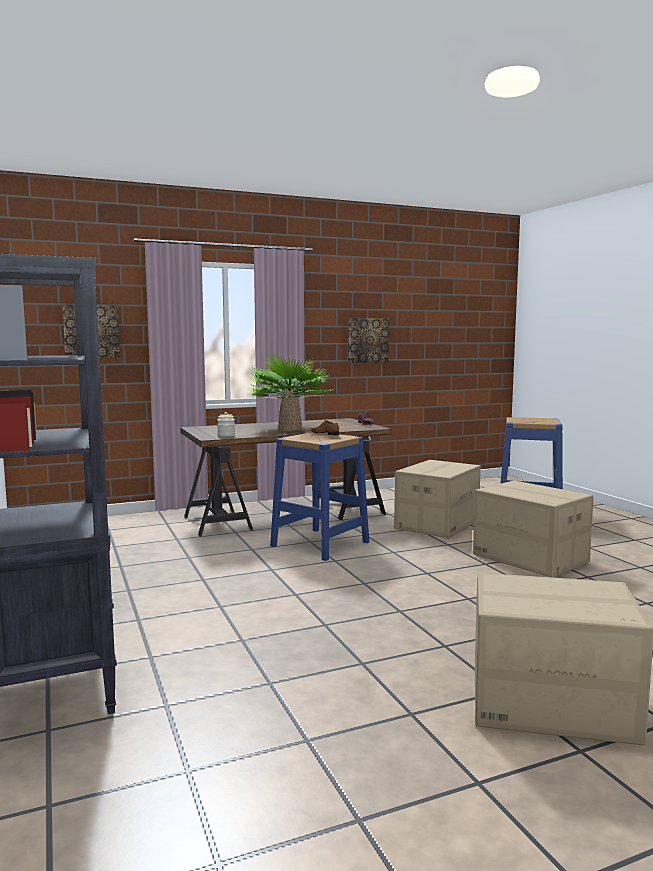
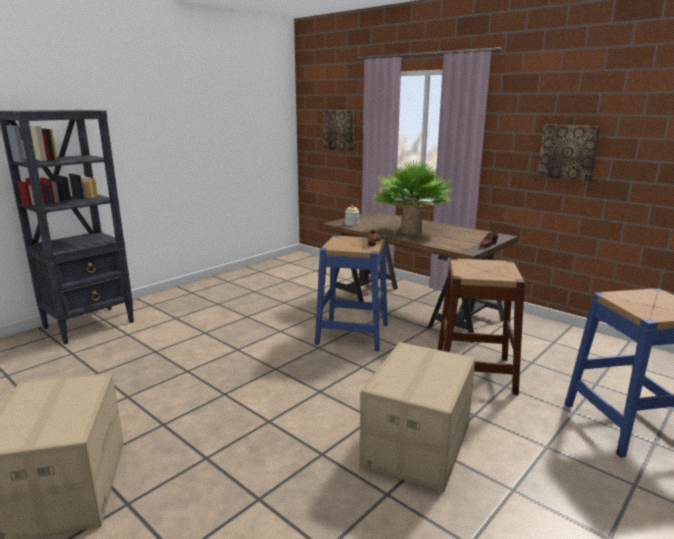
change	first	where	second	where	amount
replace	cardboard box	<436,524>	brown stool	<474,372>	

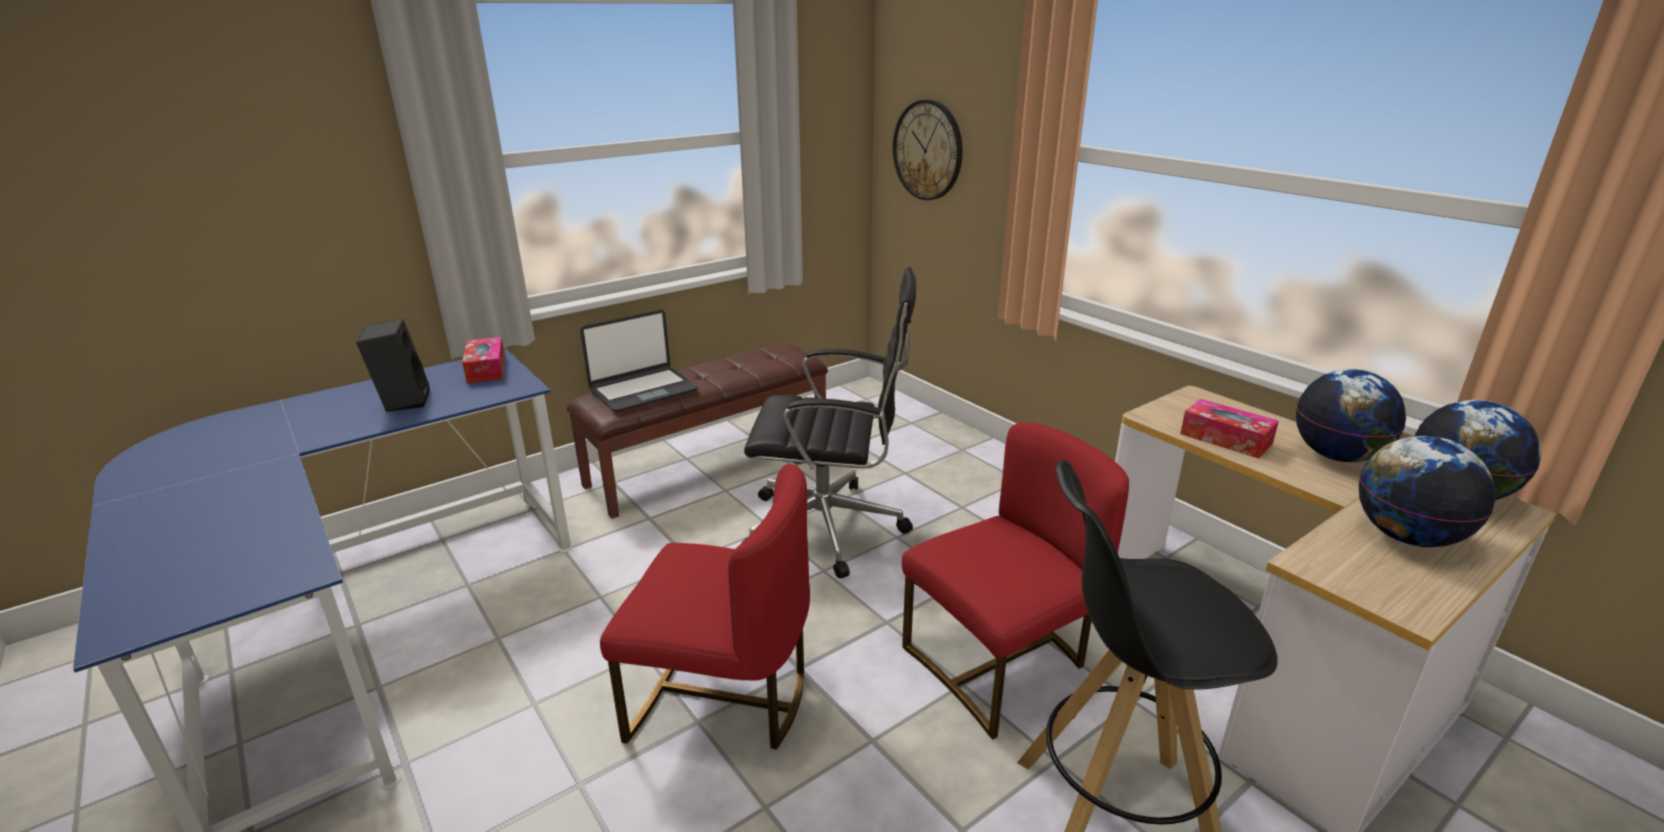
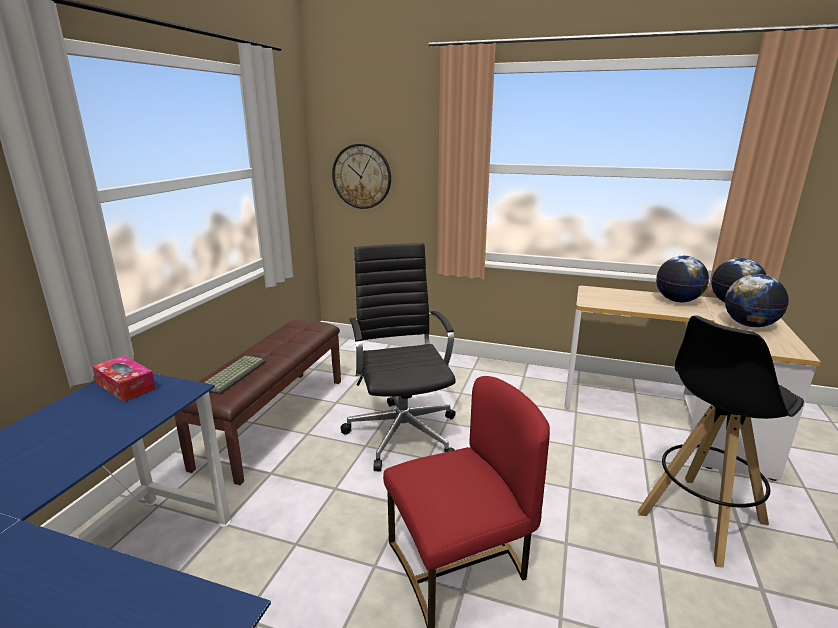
change	first	where	second	where	amount
rotate	black office chair	<830,528>		<402,432>	75 degrees counterclockwise
replace	laptop	<643,390>	keyboard	<233,375>	
delete	black speaker	<402,401>			
delete	tissue box	<1225,439>			
delete	red chair	<1000,664>			

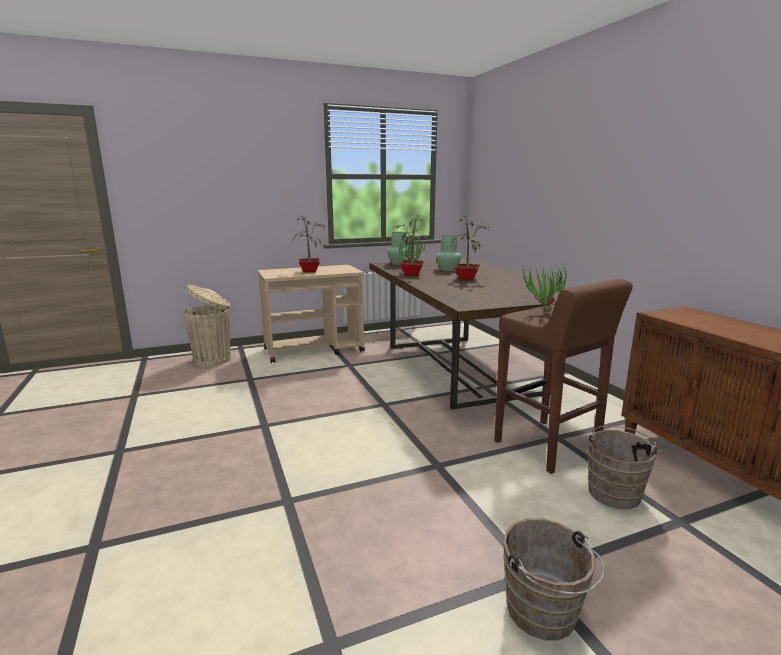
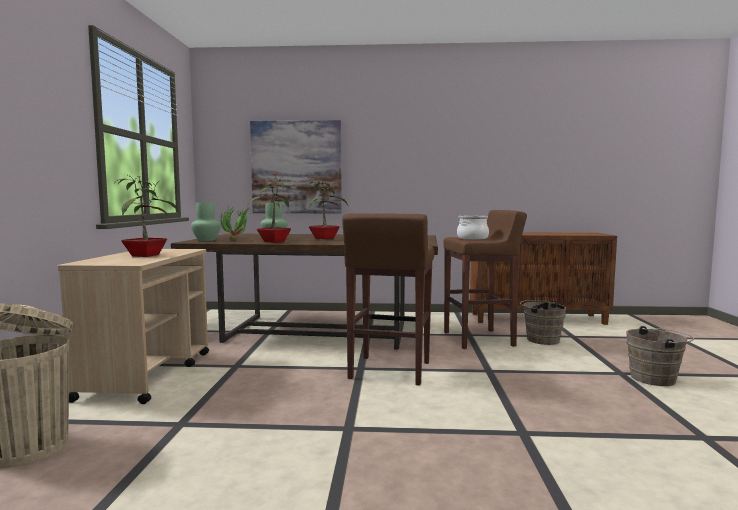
change	first	where	second	where	amount
replace	potted plant	<544,313>	cooking pot	<472,238>	
insert			picture	<296,167>	
insert			brown stool	<389,371>	

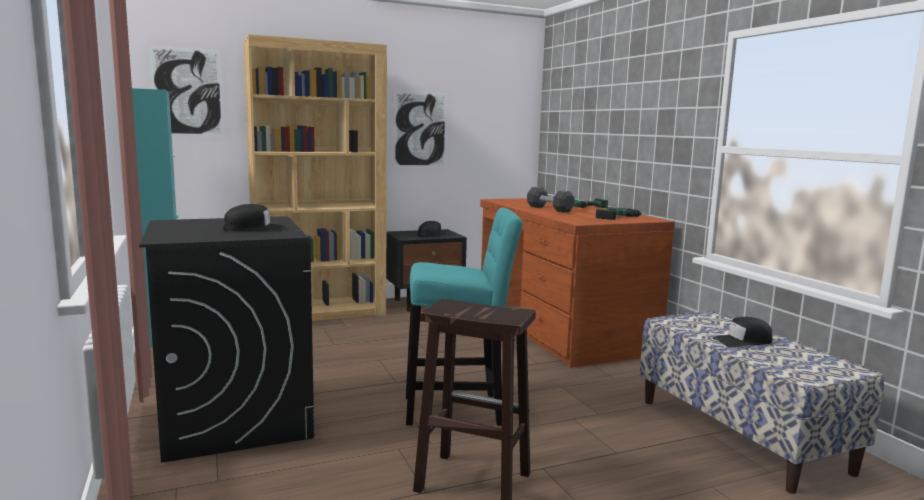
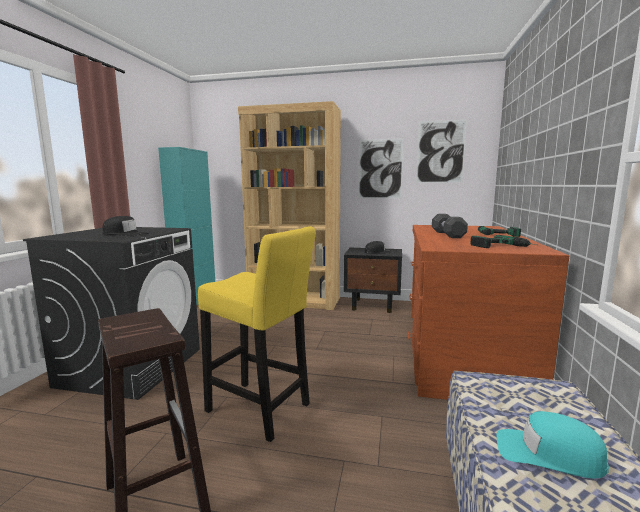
change	first	where	second	where	amount
move	picture	<187,92>		<440,152>	
recolor	turquoise stool	<459,410>	yellow stool	<261,410>	
recolor	black cap	<743,341>	turquoise cap	<548,454>	

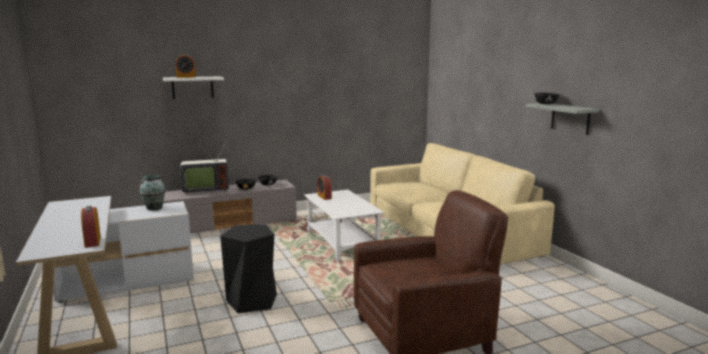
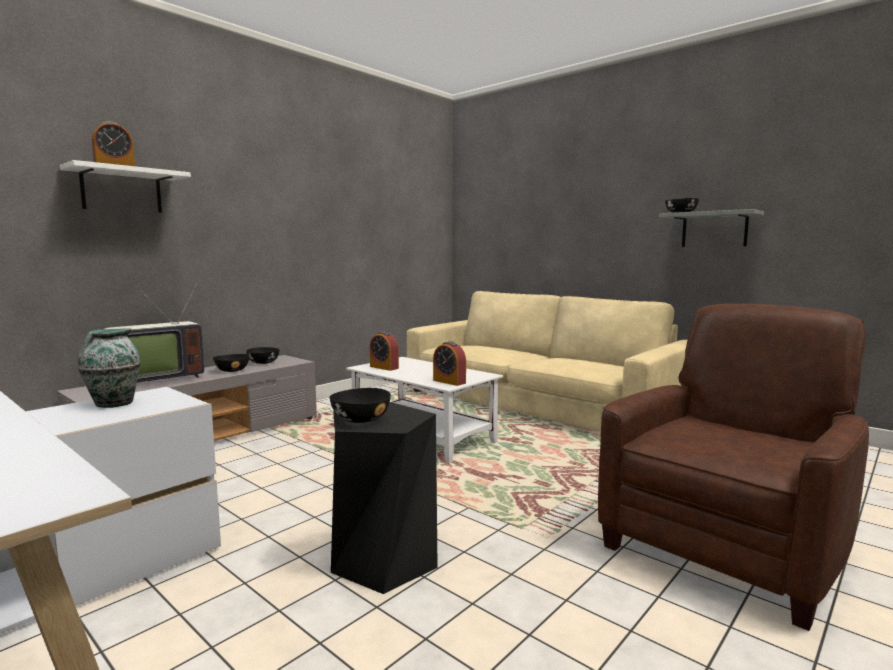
change	first	where	second	where	amount
move	alarm clock	<92,241>		<449,381>	
insert			black bowl	<361,419>	

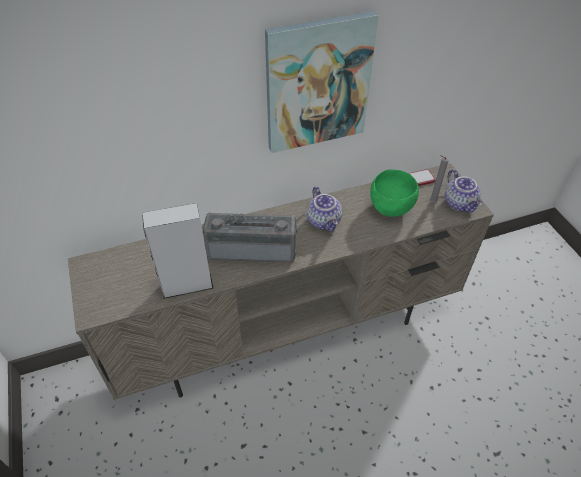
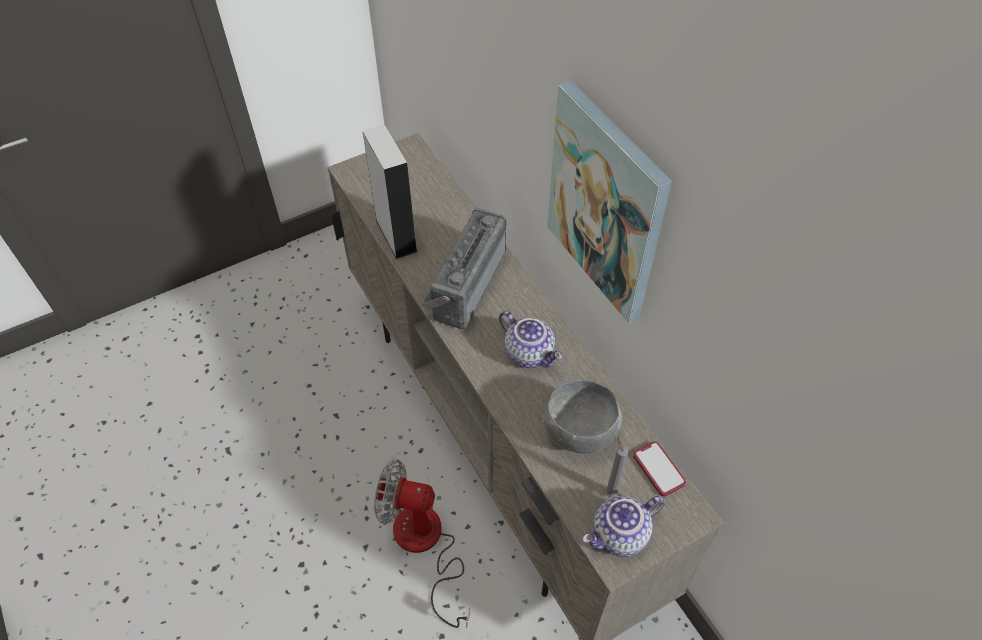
change	first	where	second	where	amount
recolor	green bowl	<391,208>	grey bowl	<580,434>	
rotate	teapot	<324,221>		<530,353>	105 degrees counterclockwise
rotate	radio	<252,248>		<464,283>	150 degrees counterclockwise
insert			fan	<425,546>	

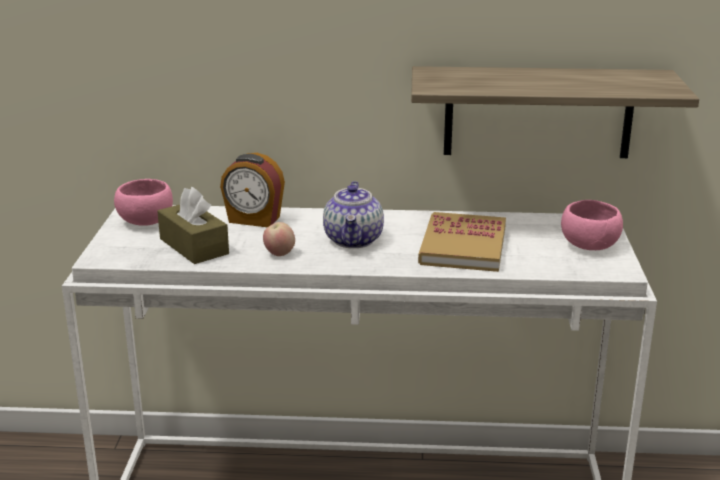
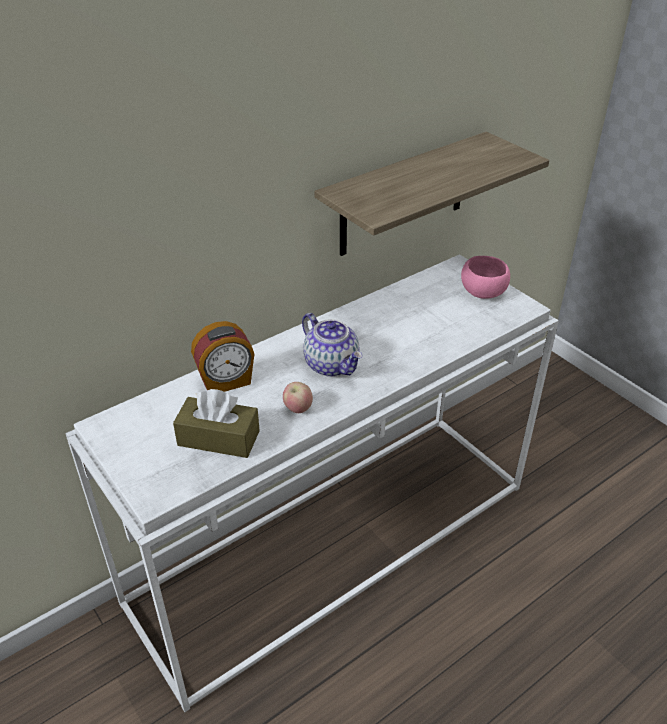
change	first	where	second	where	amount
delete	pink bowl	<146,222>			
delete	book	<463,246>			

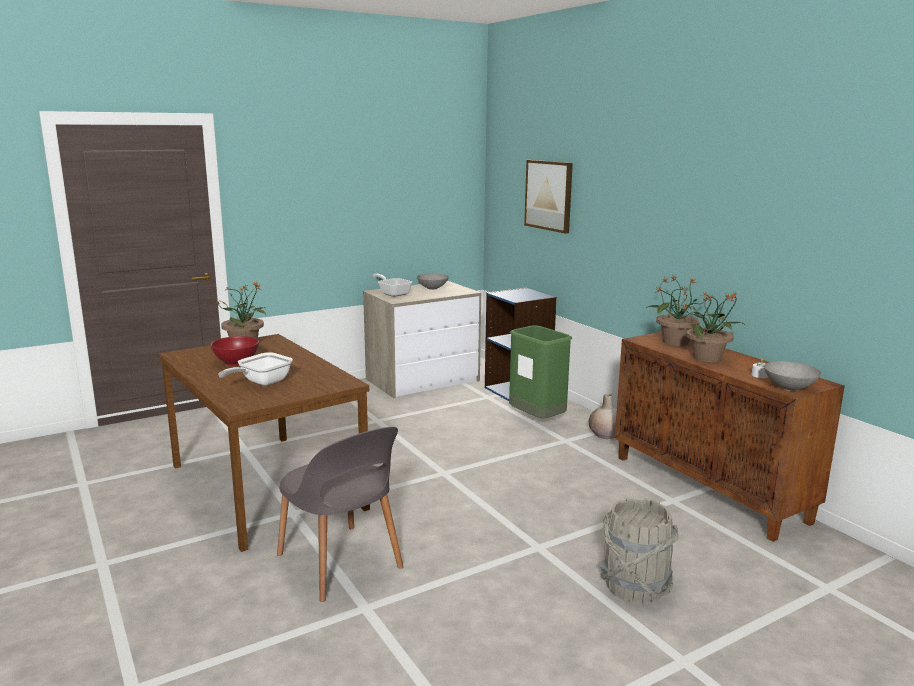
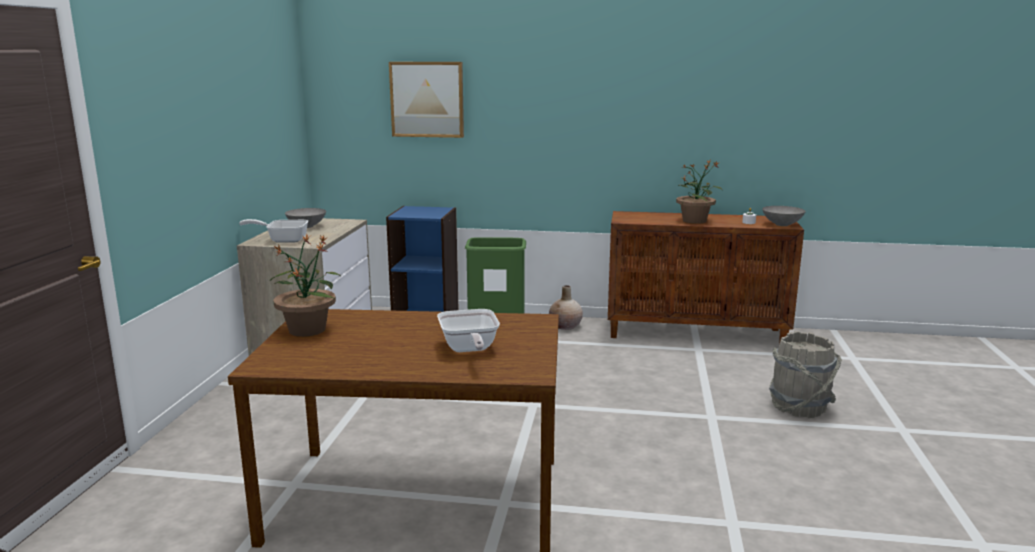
change	first	where	second	where	amount
delete	potted plant	<674,342>			
delete	red bowl	<236,362>			
delete	grey chair	<340,563>			

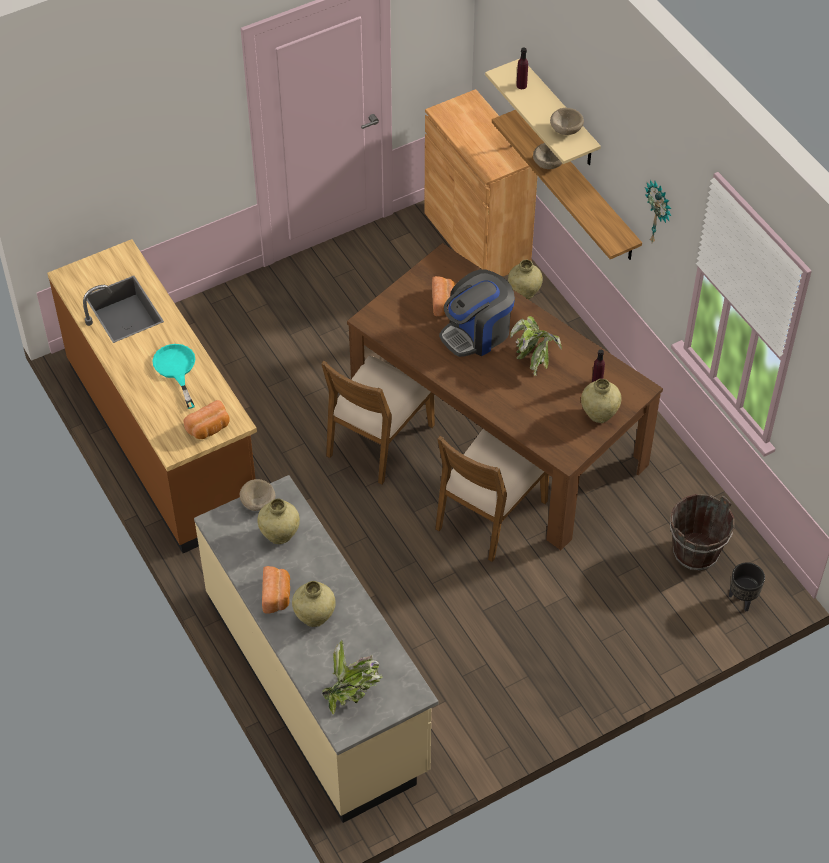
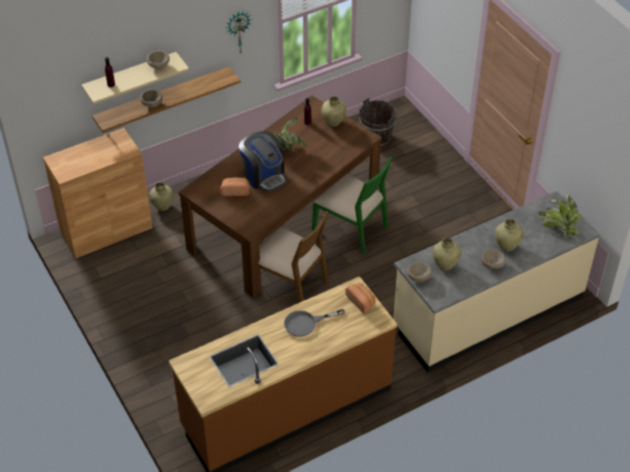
change	first	where	second	where	amount
recolor	turquoise frying pan	<176,369>	grey frying pan	<306,323>	
recolor	brown chair	<489,514>	green chair	<351,228>	
delete	black planter	<742,599>			
replace	bread	<277,595>	beige bowl	<493,265>	

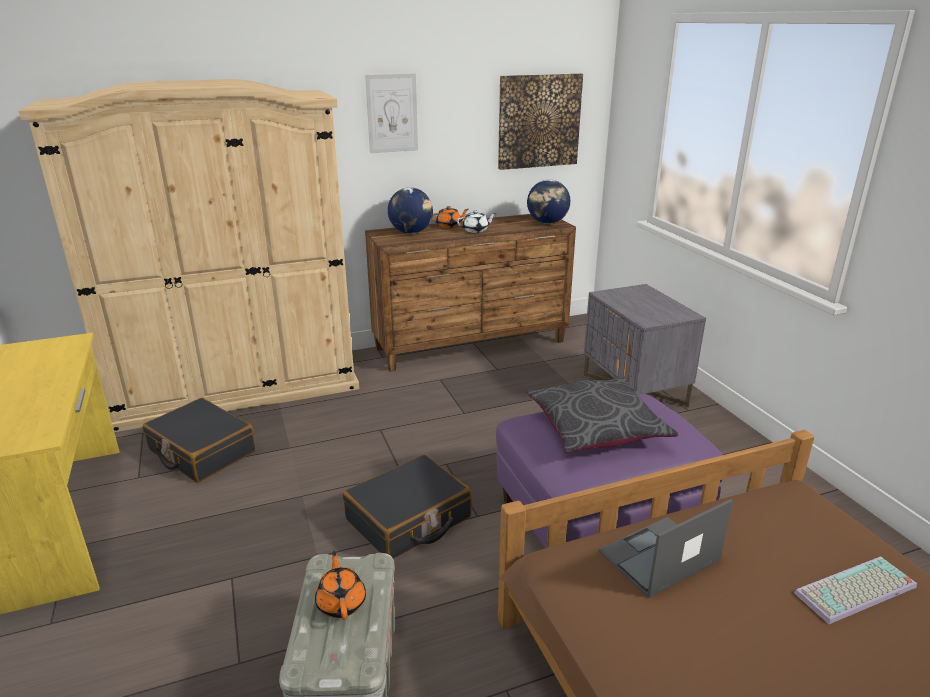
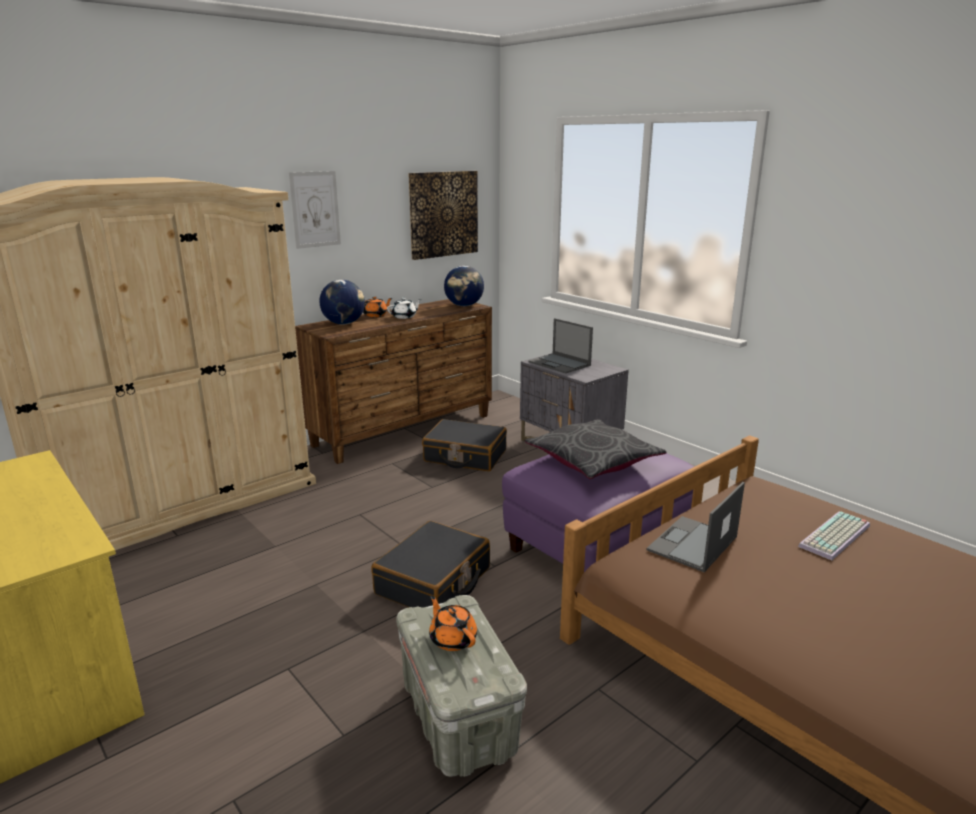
change	first	where	second	where	amount
move	black suitcase	<202,451>		<465,456>	
insert			laptop	<560,364>	

